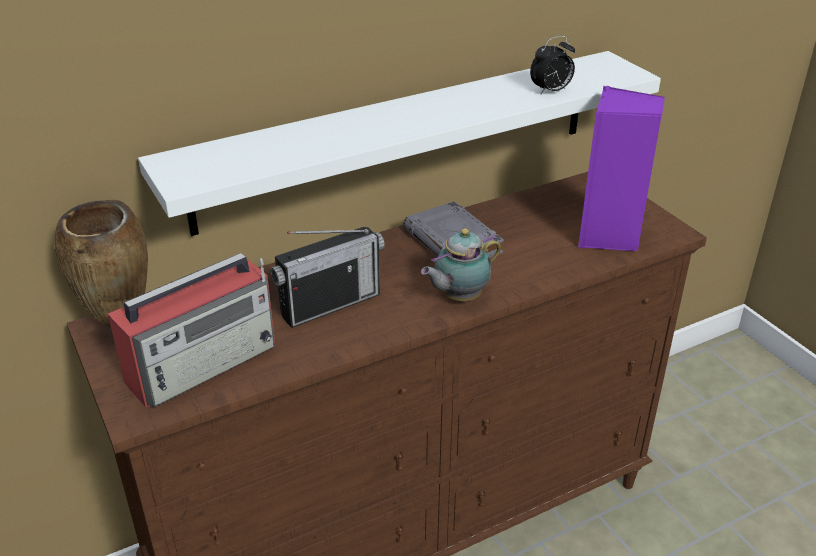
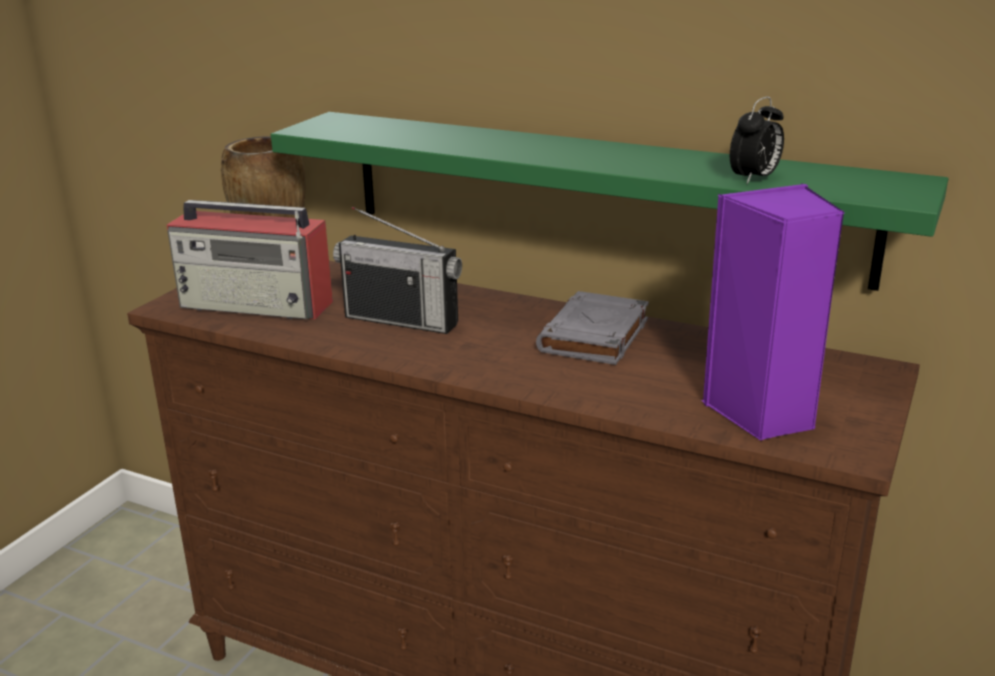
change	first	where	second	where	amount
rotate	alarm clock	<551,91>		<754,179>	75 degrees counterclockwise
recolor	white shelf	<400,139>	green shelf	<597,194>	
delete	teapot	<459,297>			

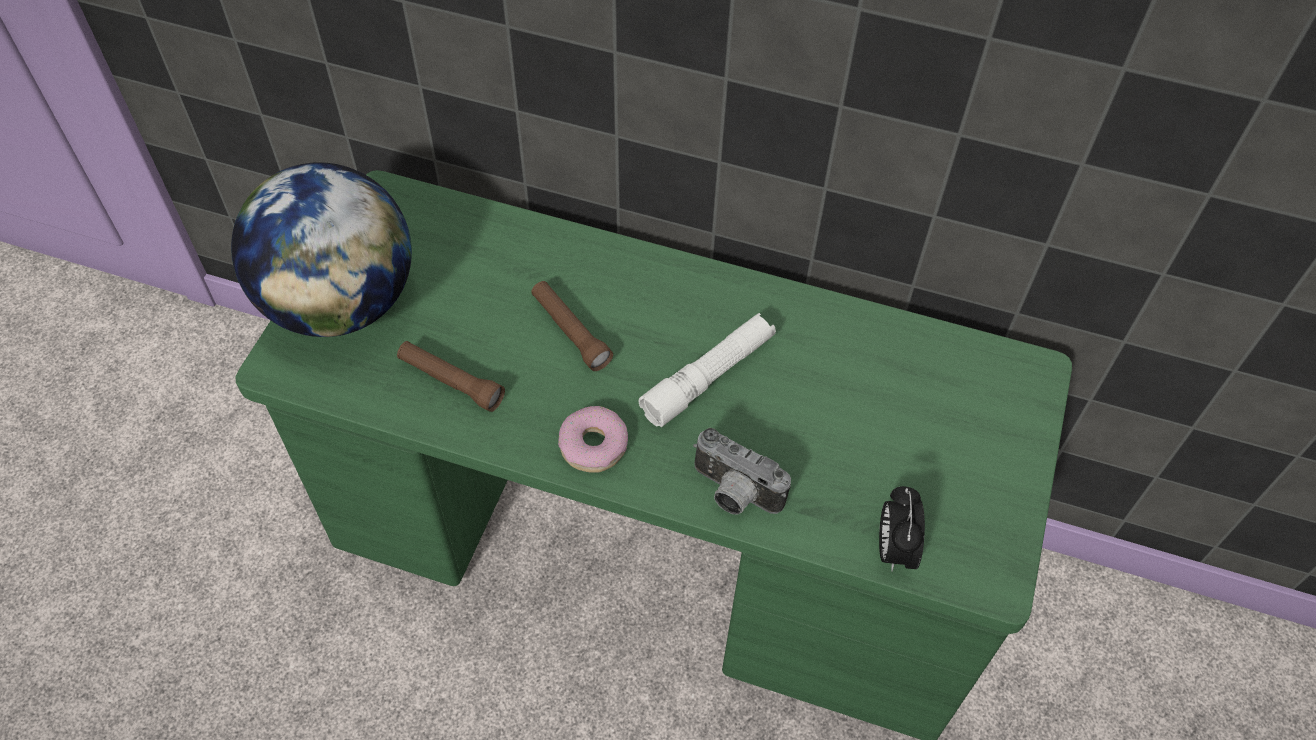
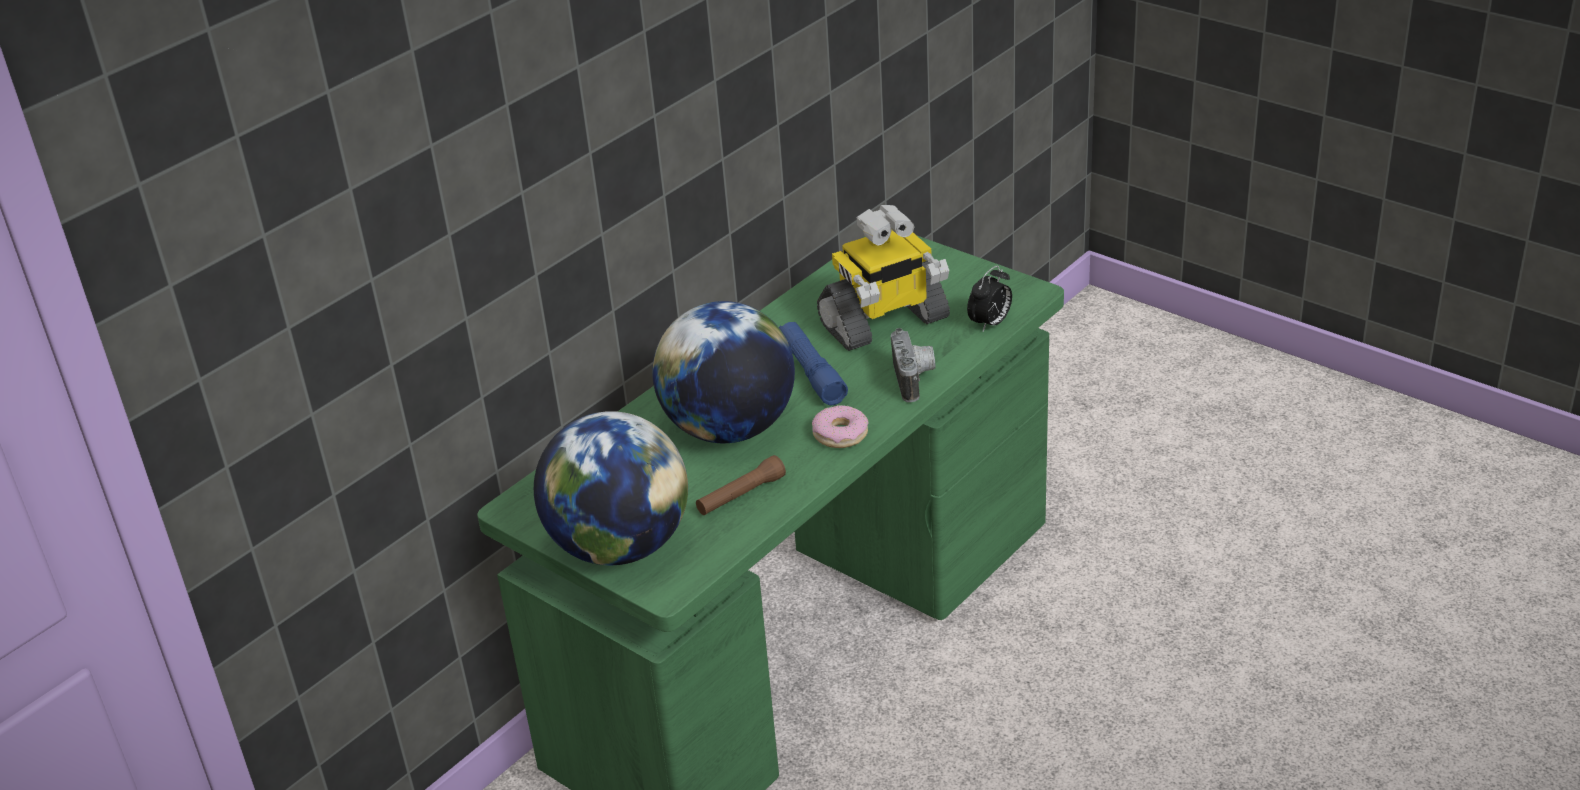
change	first	where	second	where	amount
replace	brown flashlight	<570,332>	globe	<729,429>	
recolor	white flashlight	<708,377>	blue flashlight	<811,372>	
rotate	photo camera	<733,494>		<915,379>	60 degrees counterclockwise
rotate	alarm clock	<894,548>		<990,324>	75 degrees counterclockwise
insert			toy robot	<884,322>	

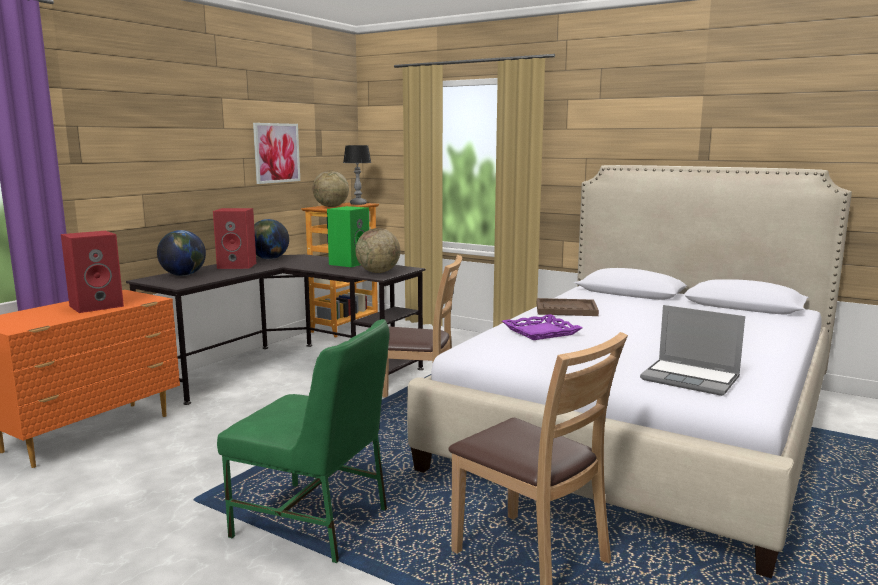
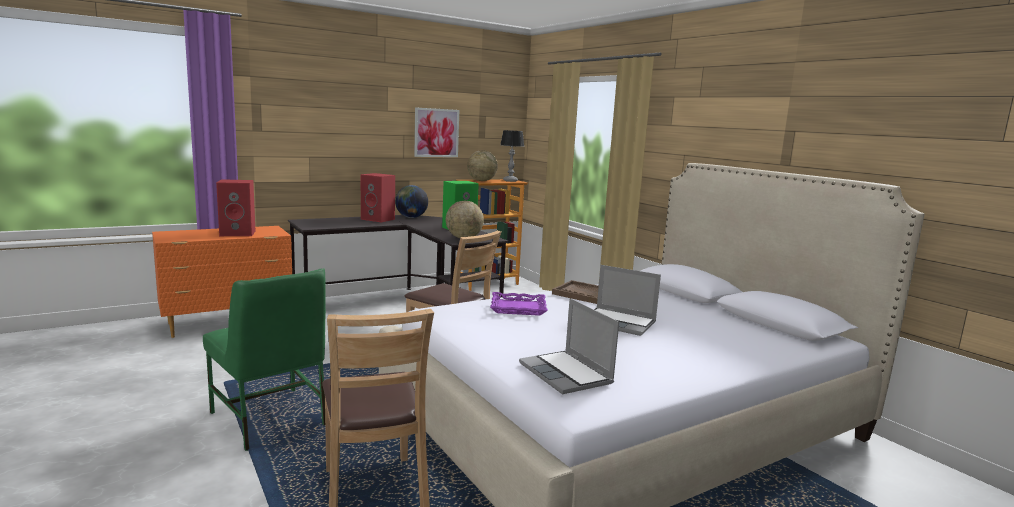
change	first	where	second	where	amount
delete	globe	<183,275>			
insert			laptop	<619,323>	

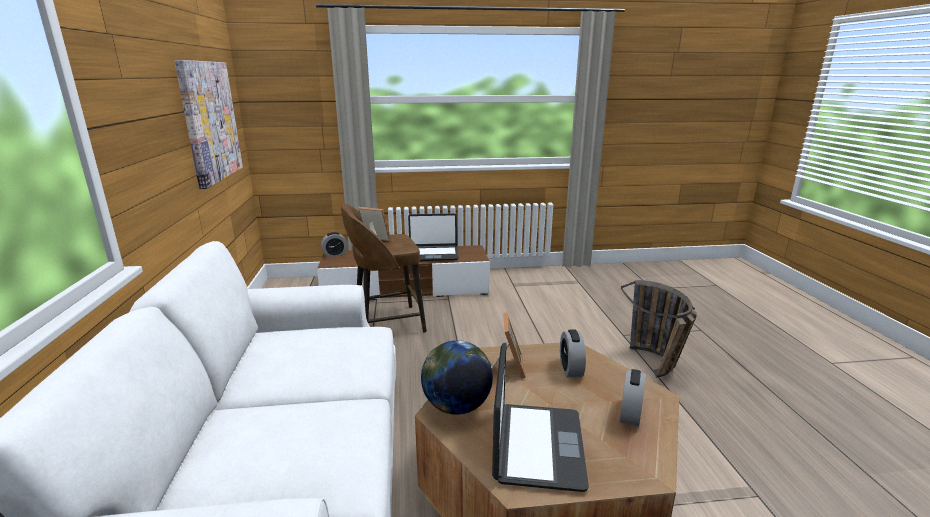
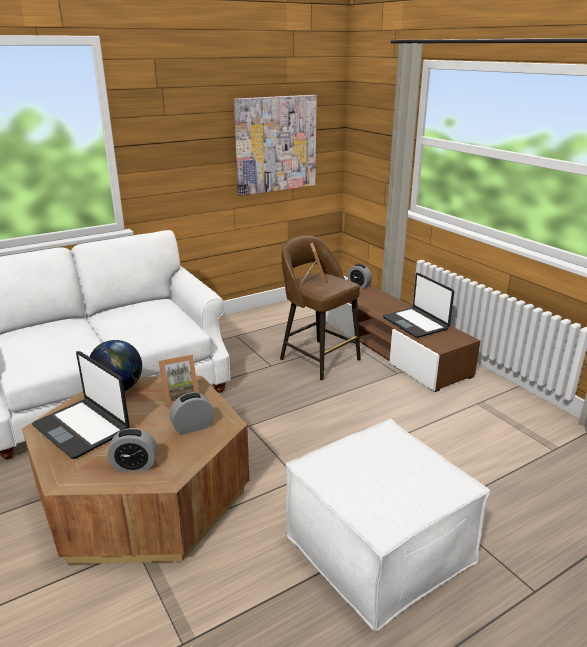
change	first	where	second	where	amount
replace	basket	<656,368>	white ottoman	<379,548>	
rotate	laptop	<536,446>		<82,428>	60 degrees clockwise

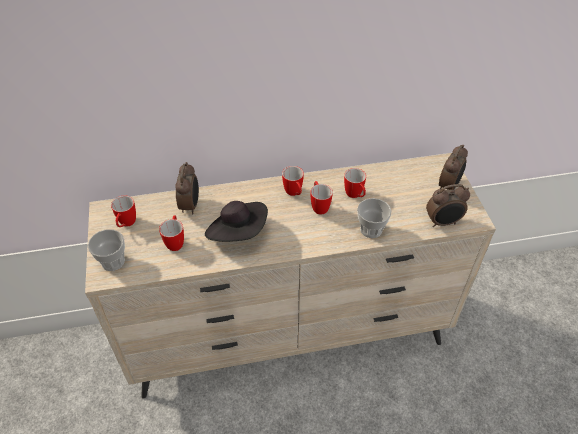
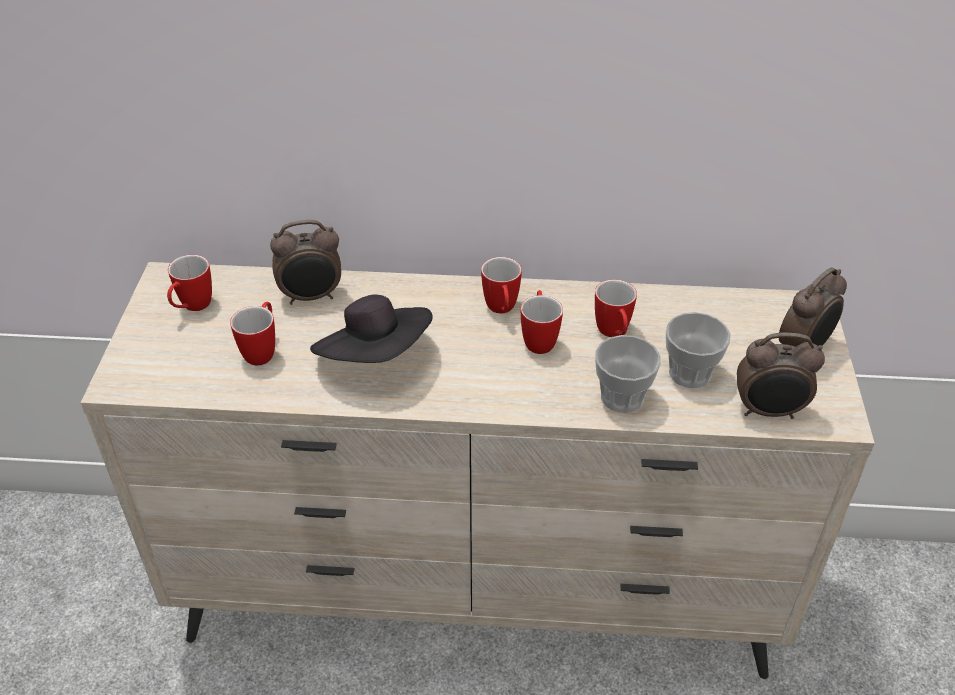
change	first	where	second	where	amount
rotate	alarm clock	<190,205>		<311,297>	60 degrees clockwise
move	cup	<113,261>		<690,373>	

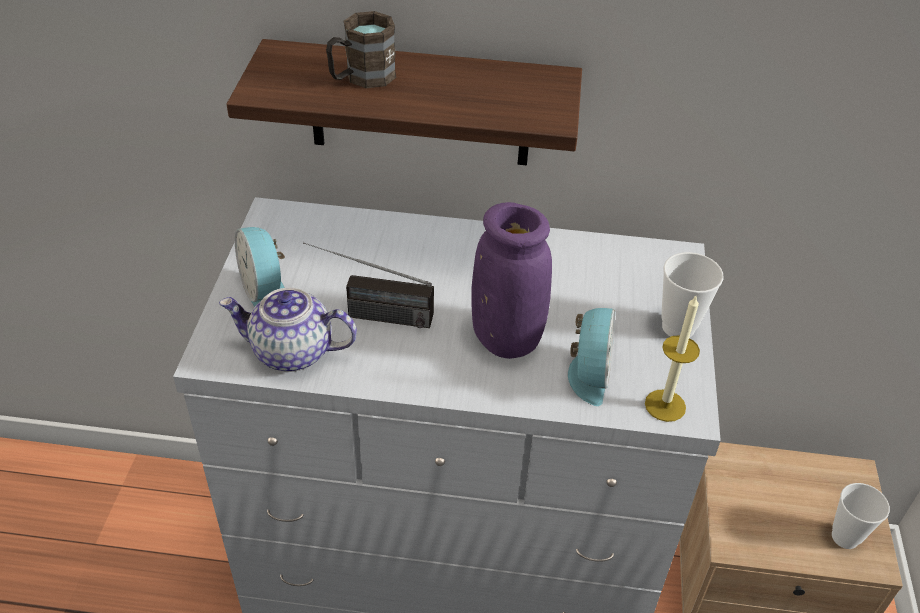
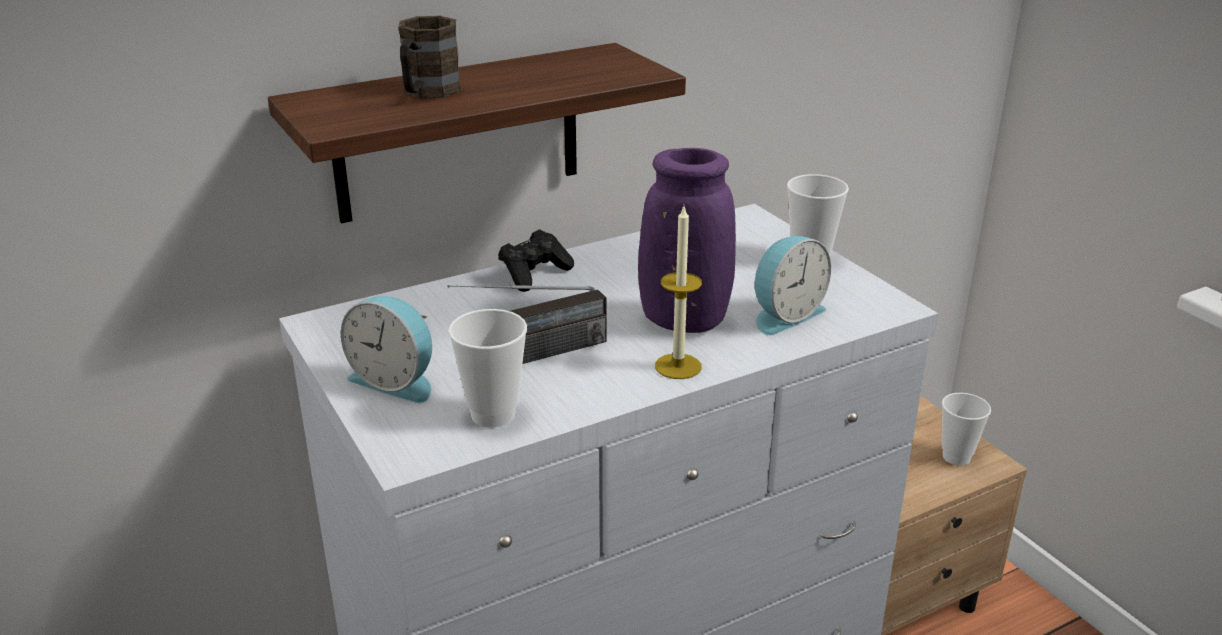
change	first	where	second	where	amount
replace	teapot	<291,352>	cup	<493,415>	
move	candle	<665,405>		<678,366>	
rotate	alarm clock	<588,374>		<784,315>	75 degrees clockwise
insert			black game controller	<535,274>	

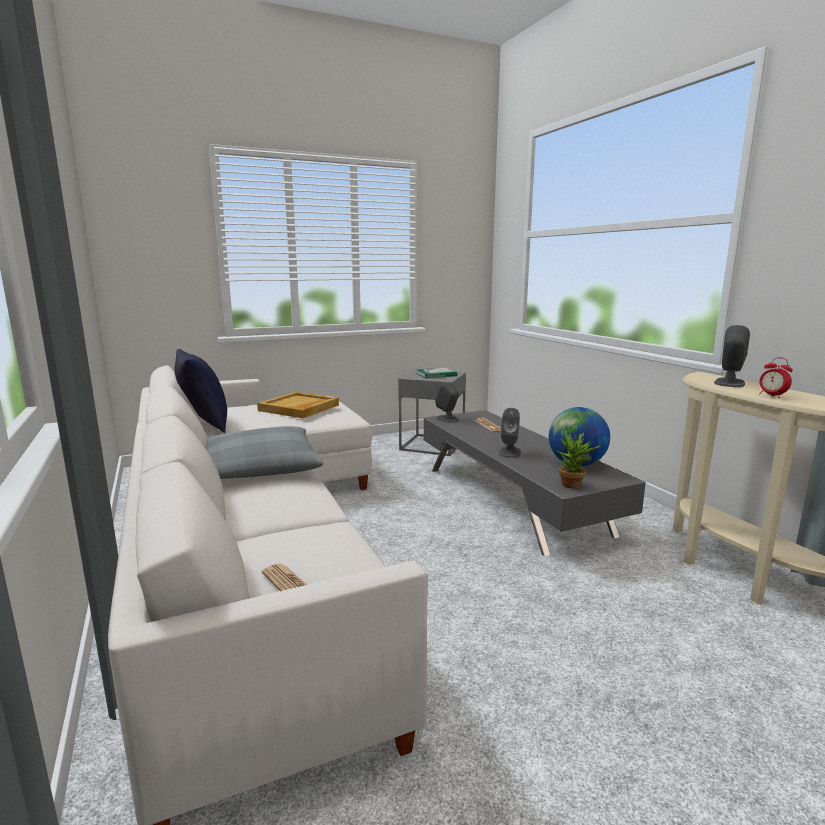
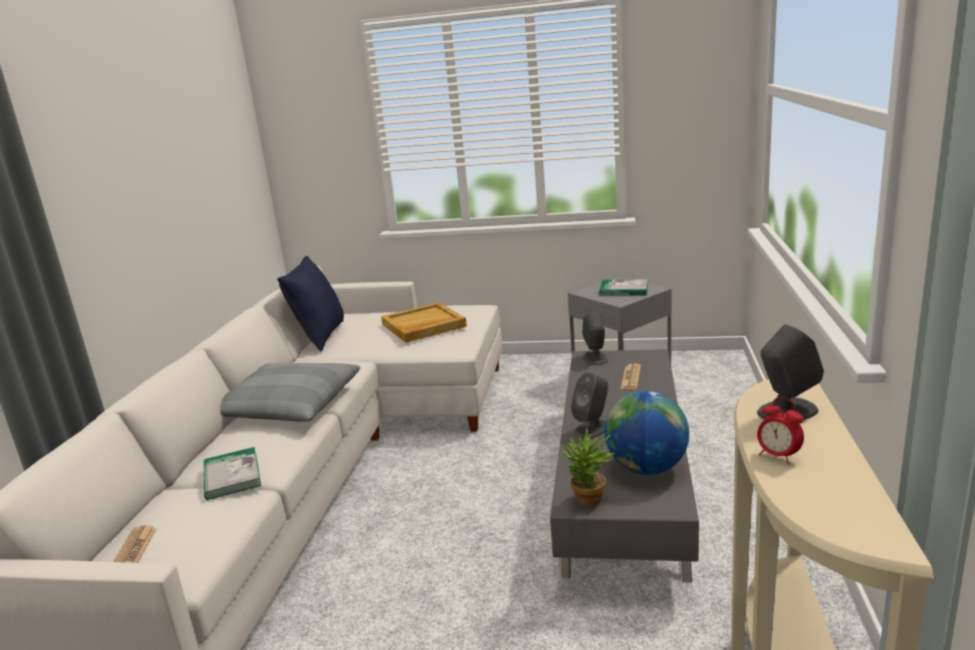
change	first	where	second	where	amount
rotate	alarm clock	<772,396>		<778,456>	45 degrees counterclockwise
insert			book	<232,476>	

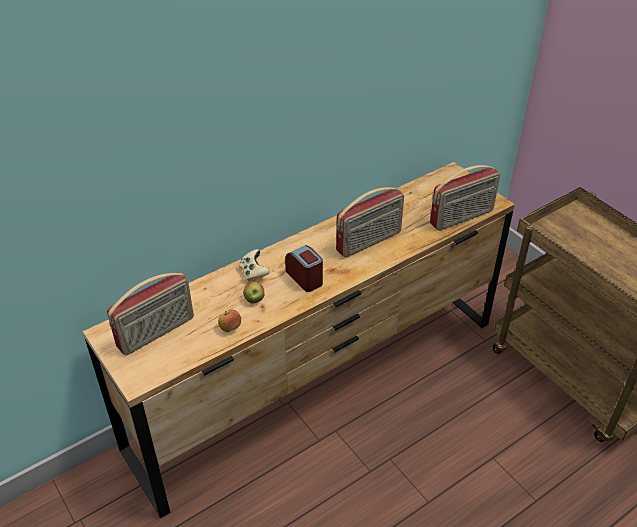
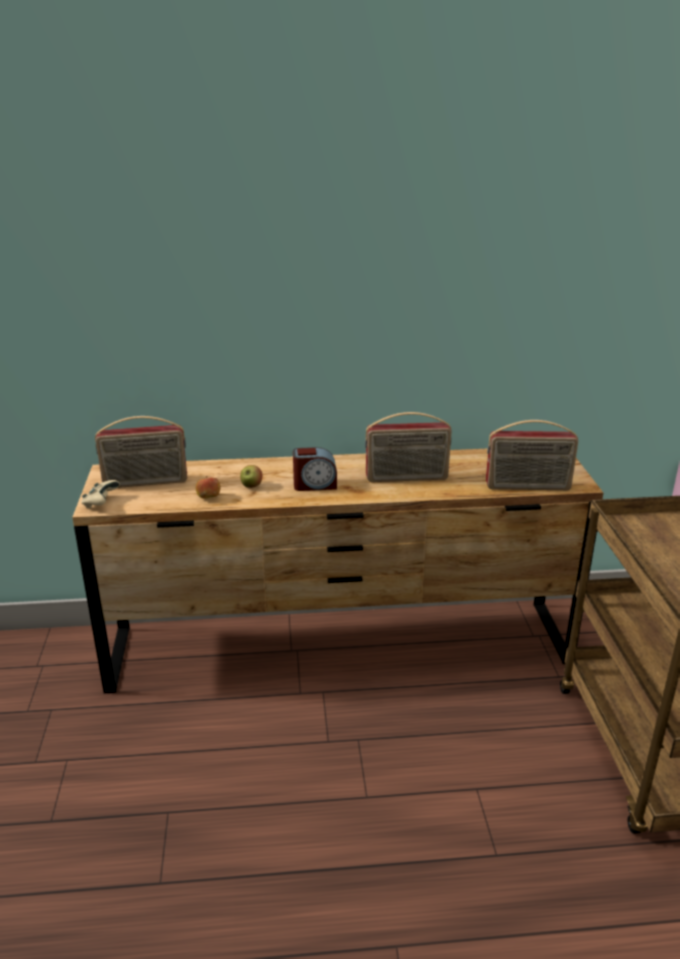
change	first	where	second	where	amount
rotate	alarm clock	<305,278>		<315,485>	90 degrees clockwise
move	beige game controller	<253,272>		<101,503>	

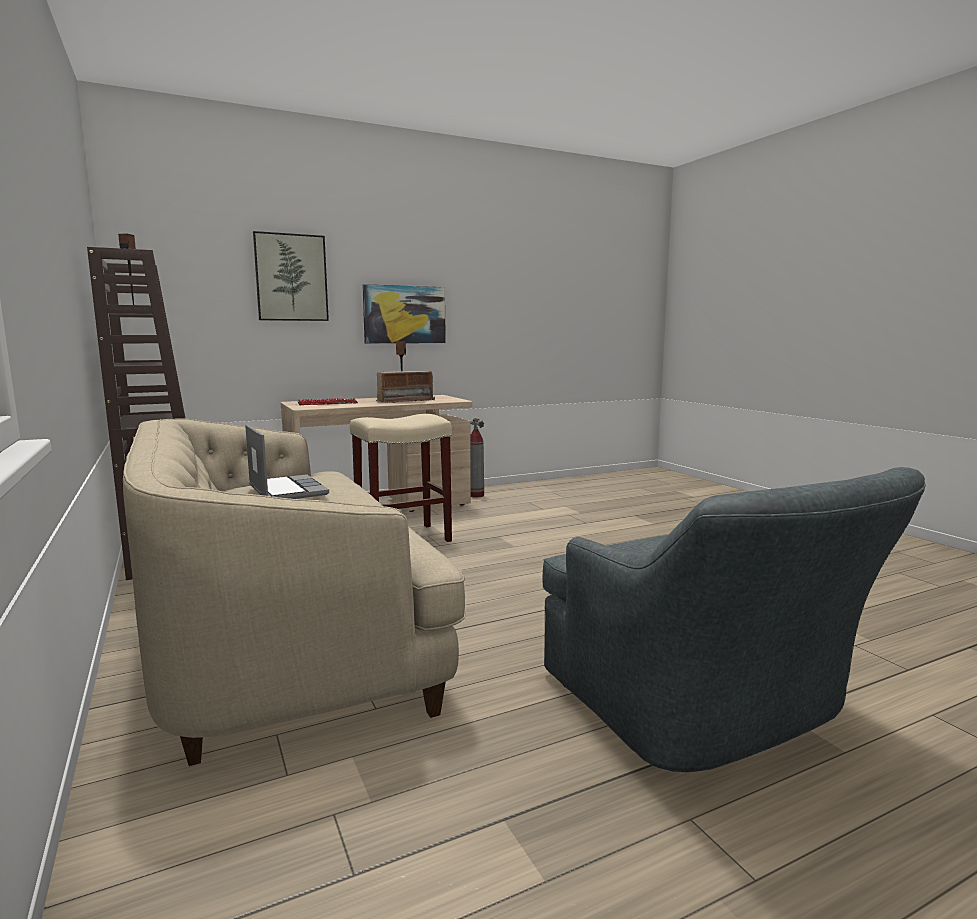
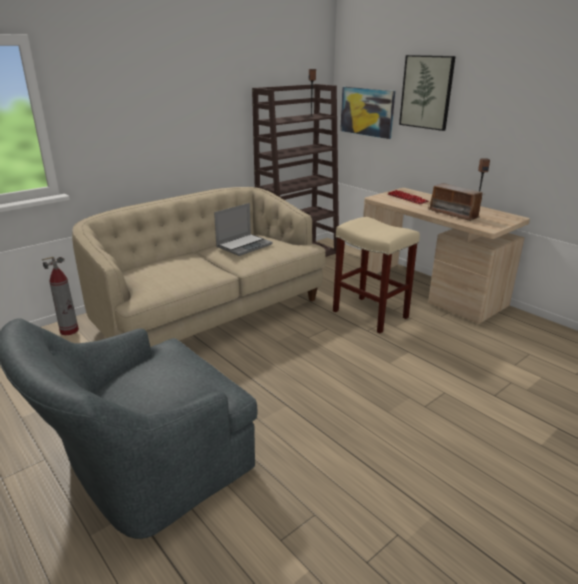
change	first	where	second	where	amount
move	picture	<404,314>		<367,112>	
move	fire extinguisher	<475,495>		<69,331>	

